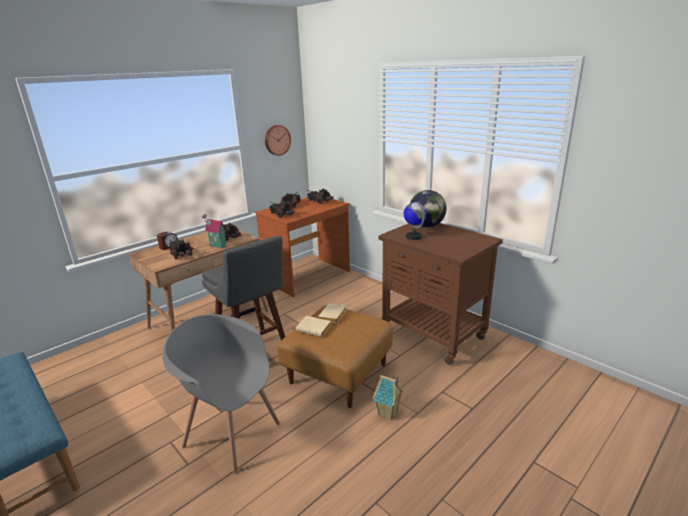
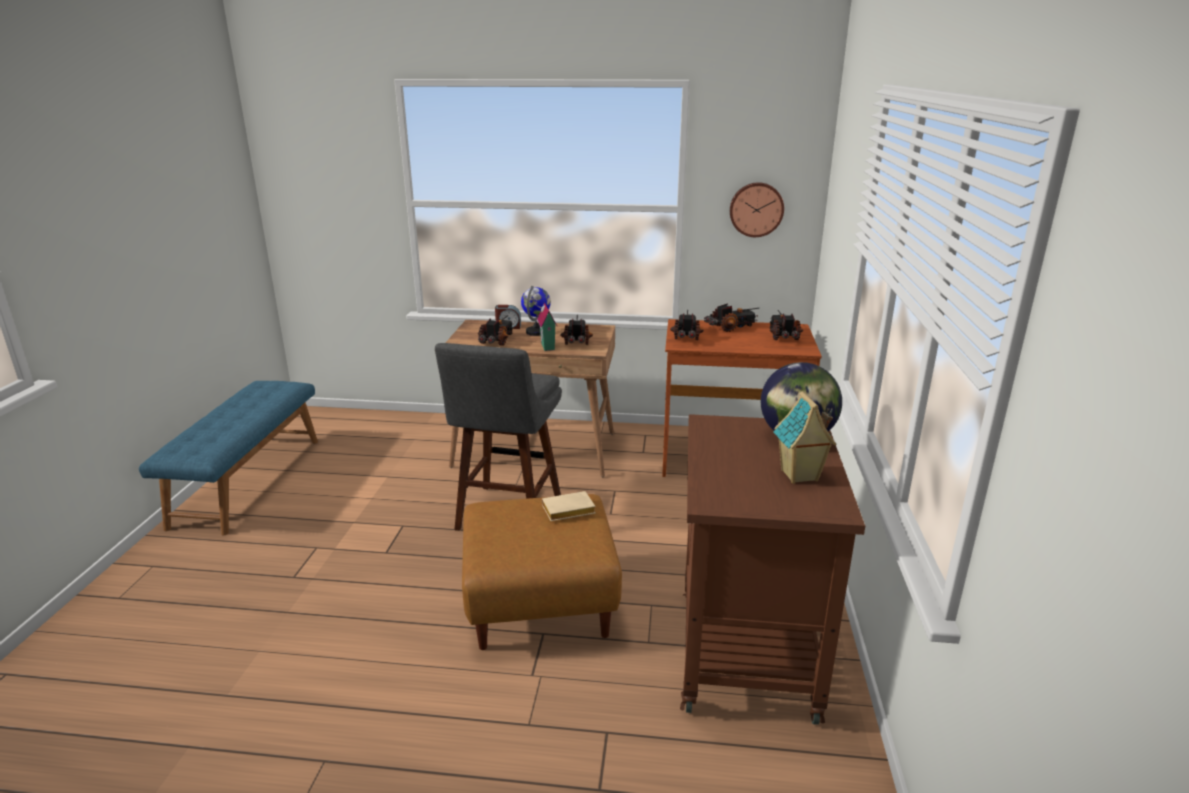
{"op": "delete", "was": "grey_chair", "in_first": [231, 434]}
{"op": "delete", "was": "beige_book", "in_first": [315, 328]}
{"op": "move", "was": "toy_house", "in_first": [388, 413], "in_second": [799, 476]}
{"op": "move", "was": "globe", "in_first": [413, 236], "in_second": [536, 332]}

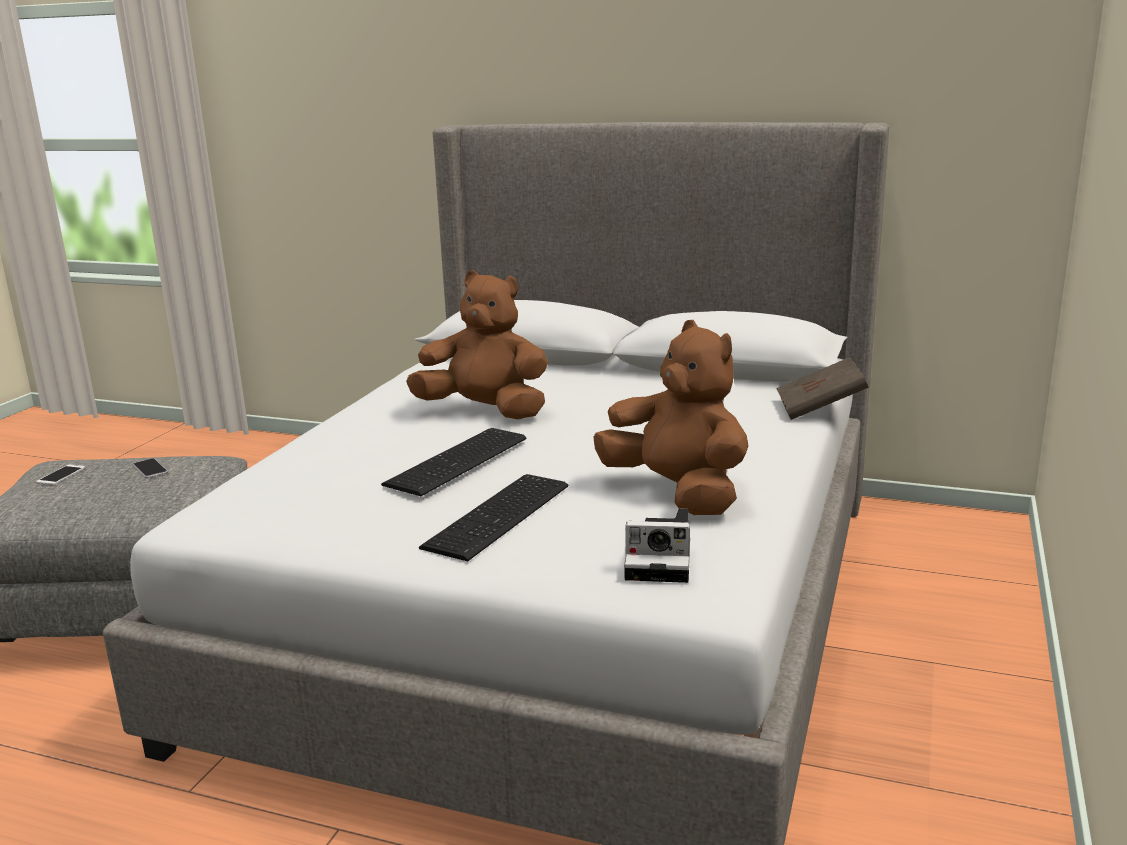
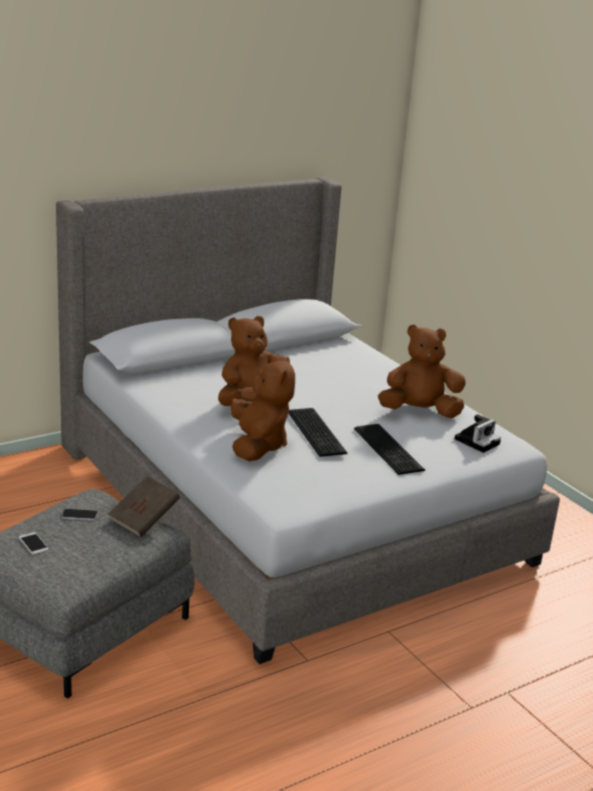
{"op": "insert", "now": "brown_plush_toy", "in_second": [257, 445]}
{"op": "move", "was": "brown_book", "in_first": [819, 409], "in_second": [144, 520]}

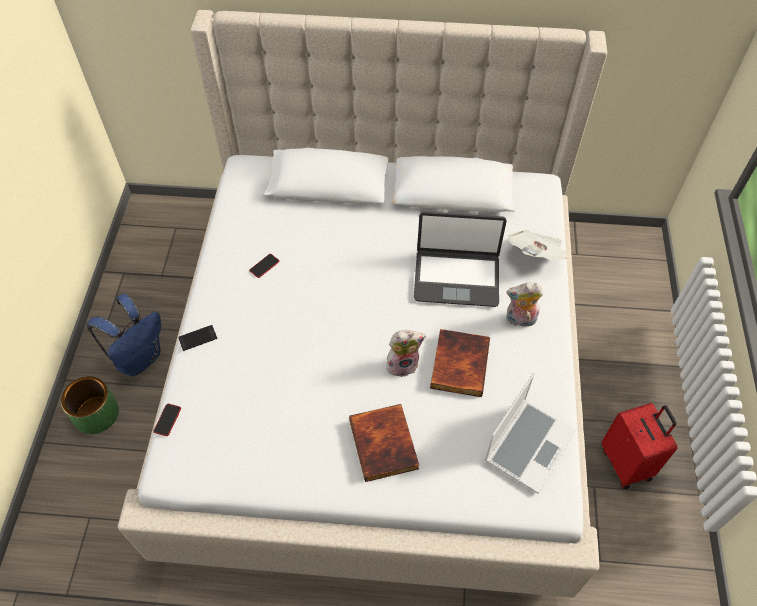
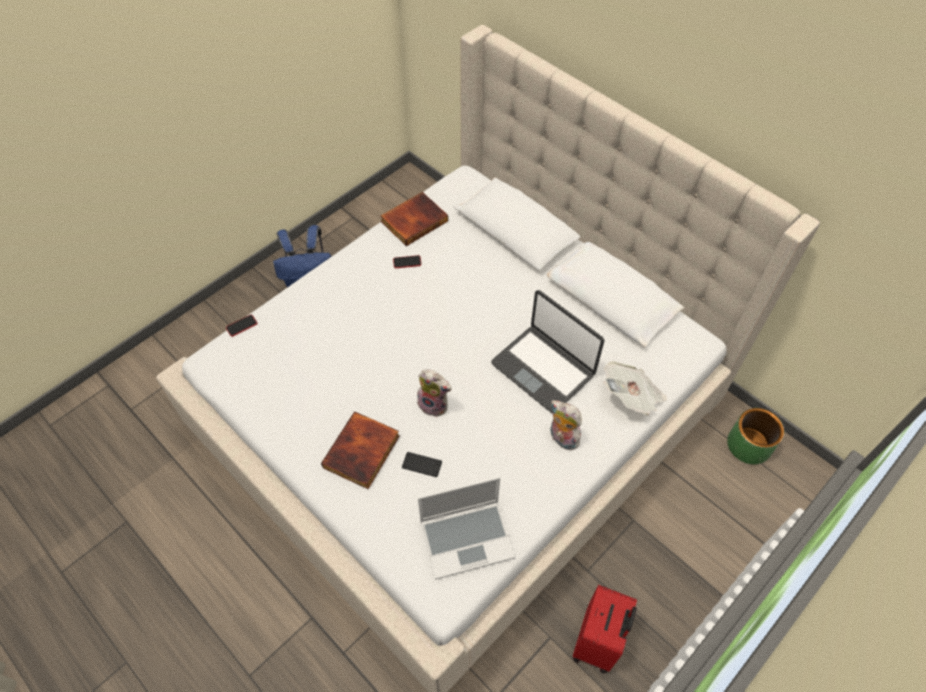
{"op": "move", "was": "green_planter", "in_first": [96, 414], "in_second": [748, 445]}
{"op": "move", "was": "phone", "in_first": [198, 338], "in_second": [422, 464]}
{"op": "move", "was": "book", "in_first": [458, 364], "in_second": [414, 220]}

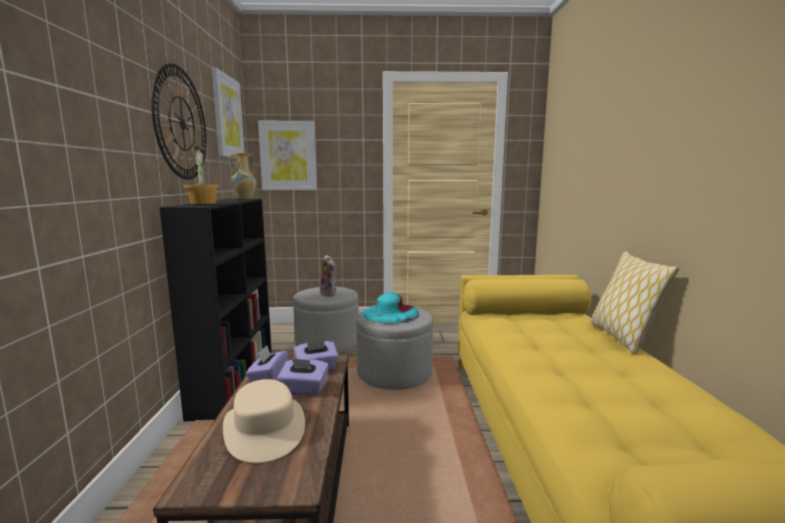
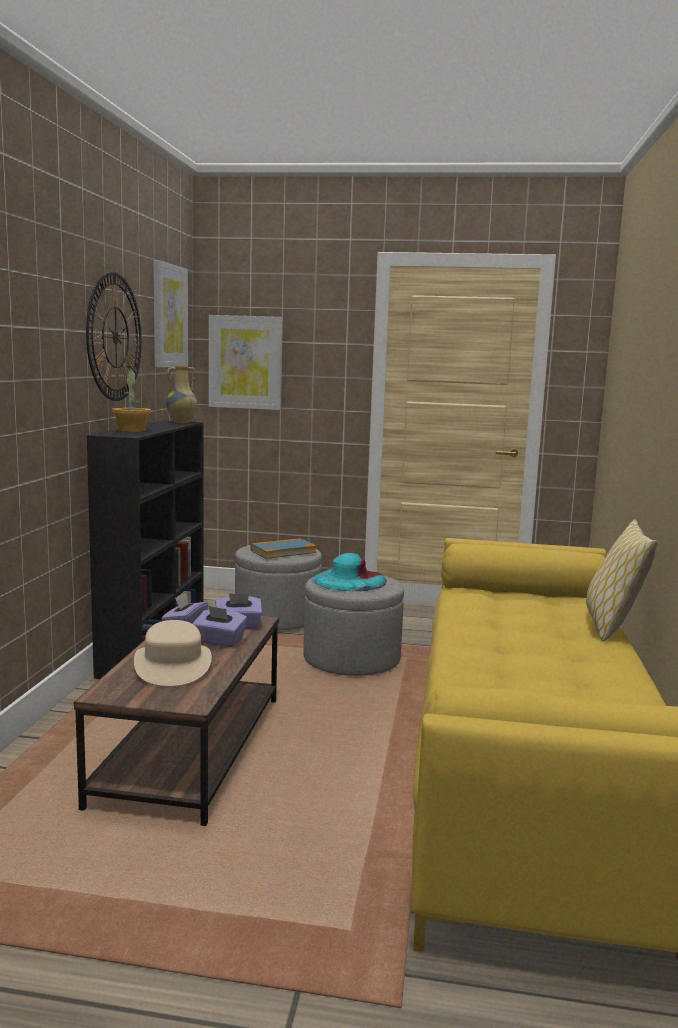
{"op": "replace", "was": "plush_toy", "now": "book", "in_first": [330, 294], "in_second": [283, 551]}

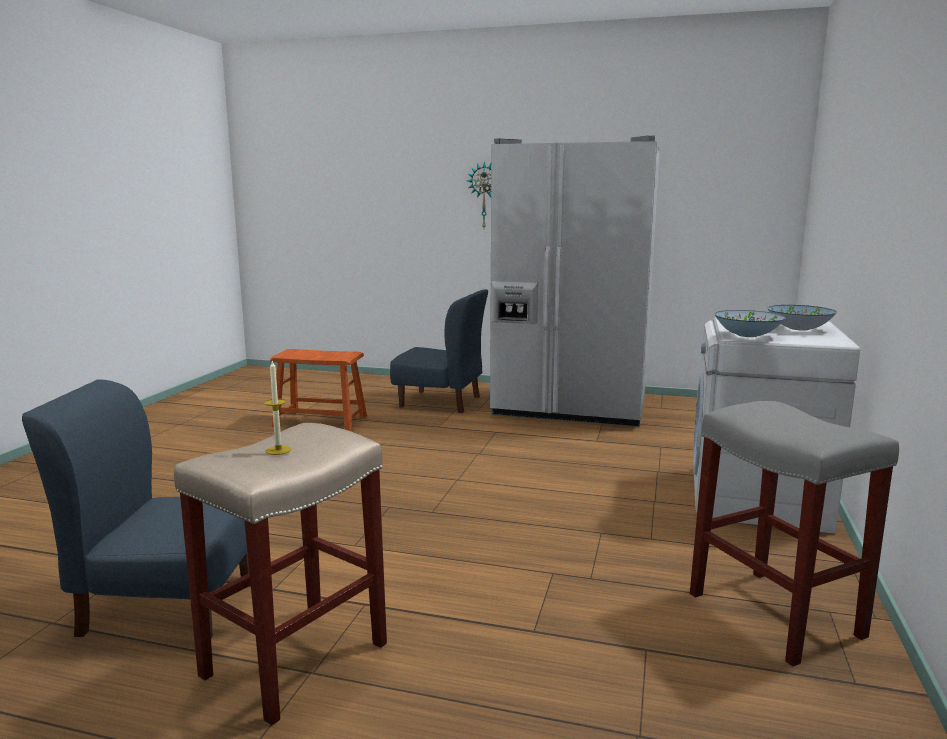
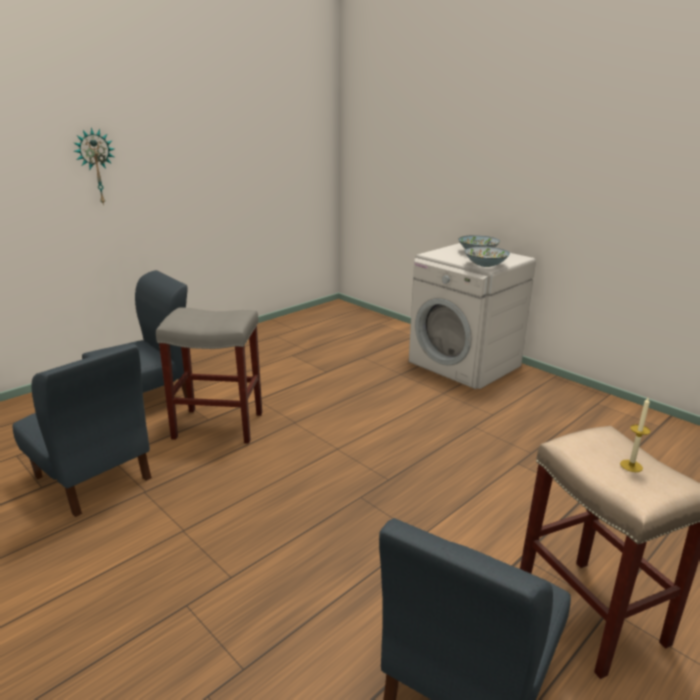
{"op": "delete", "was": "white_fridge", "in_first": [571, 406]}
{"op": "move", "was": "grey_stool", "in_first": [772, 614], "in_second": [217, 426]}
{"op": "replace", "was": "brown_stool", "now": "blue_chair", "in_first": [320, 421], "in_second": [93, 478]}

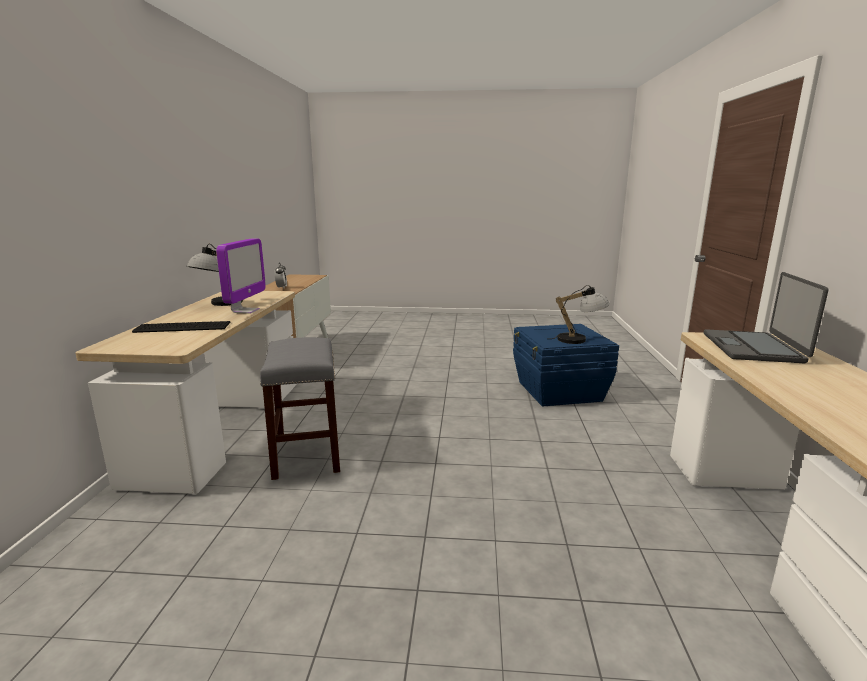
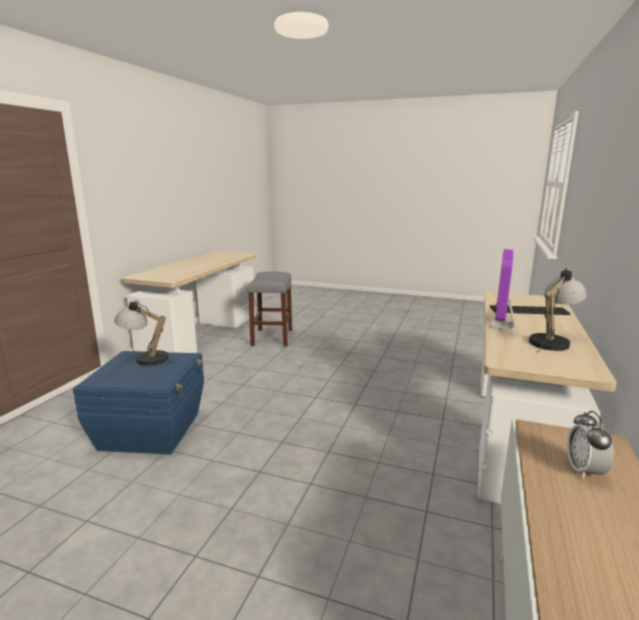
{"op": "delete", "was": "laptop", "in_first": [753, 348]}
{"op": "move", "was": "grey_stool", "in_first": [306, 453], "in_second": [272, 338]}

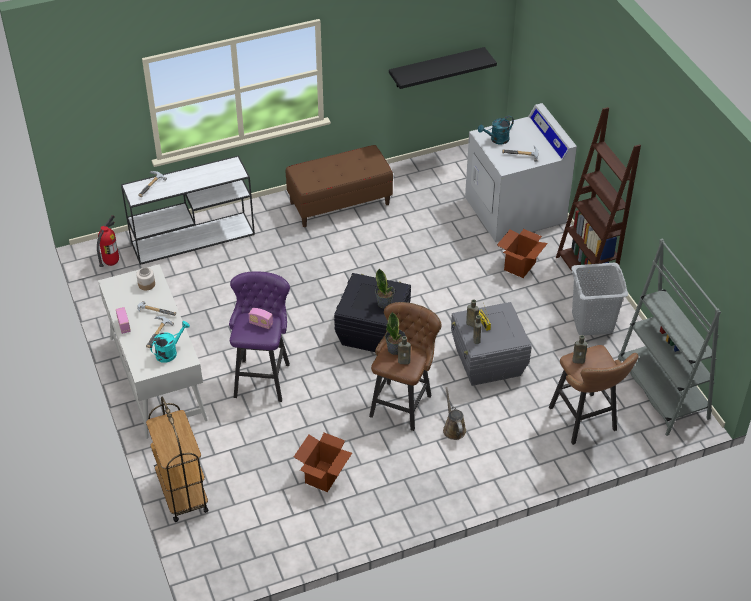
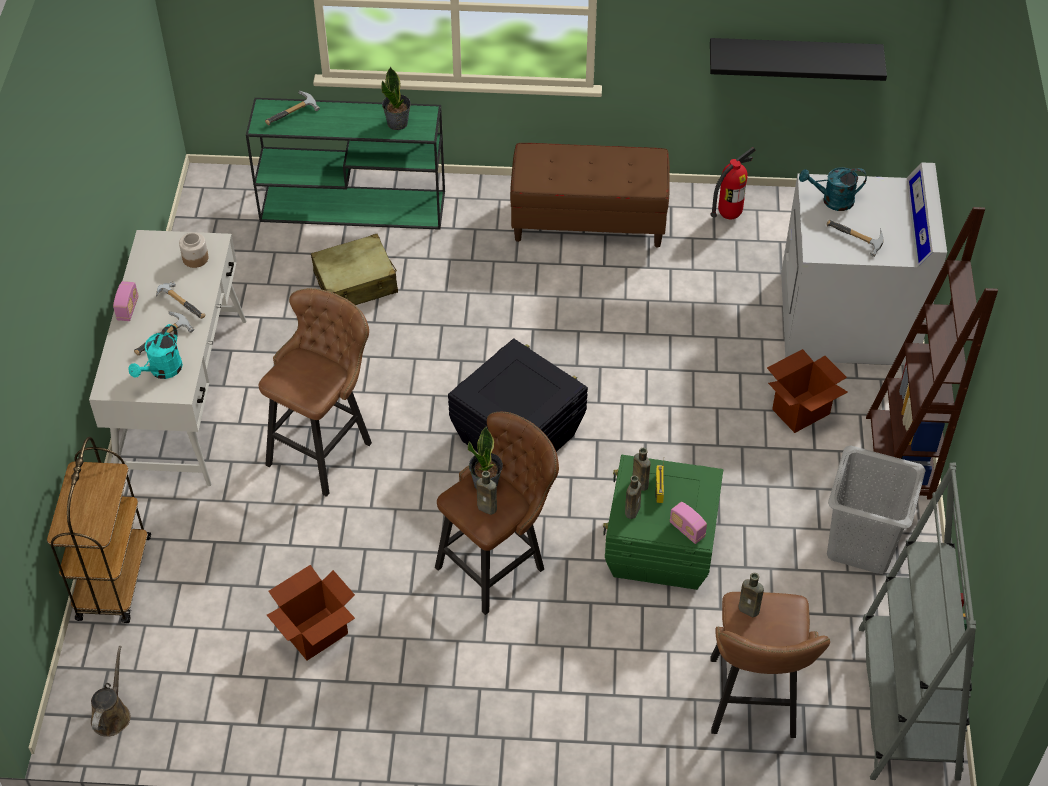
{"op": "insert", "now": "beige_suitcase", "in_second": [356, 283]}
{"op": "move", "was": "fire_extinguisher", "in_first": [111, 263], "in_second": [729, 215]}
{"op": "move", "was": "radio", "in_first": [261, 324], "in_second": [687, 530]}
{"op": "move", "was": "potted_plant", "in_first": [384, 303], "in_second": [398, 123]}
{"op": "move", "was": "brown_watering_can", "in_first": [453, 428], "in_second": [112, 714]}
{"op": "recolor", "was": "white_console_table", "now": "green_console_table", "in_first": [194, 237], "in_second": [355, 206]}
{"op": "recolor", "was": "purple_stool", "now": "brown_stool", "in_first": [263, 374], "in_second": [326, 445]}
{"op": "recolor", "was": "grey_storage_box", "now": "green_storage_box", "in_first": [487, 362], "in_second": [659, 549]}
{"op": "rotate", "was": "turquoise_watering_can", "in_first": [169, 352], "in_second": [162, 371], "clockwise": 135}

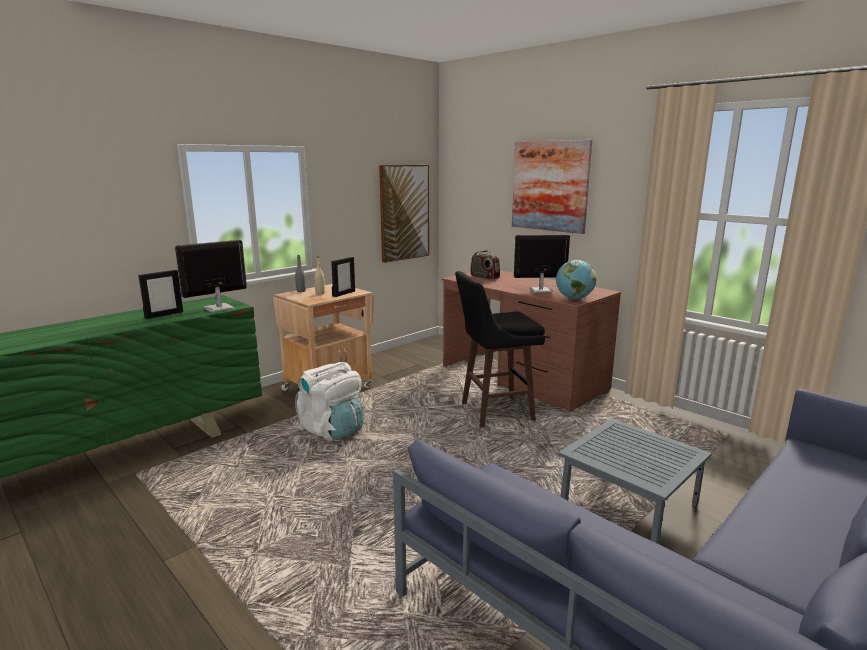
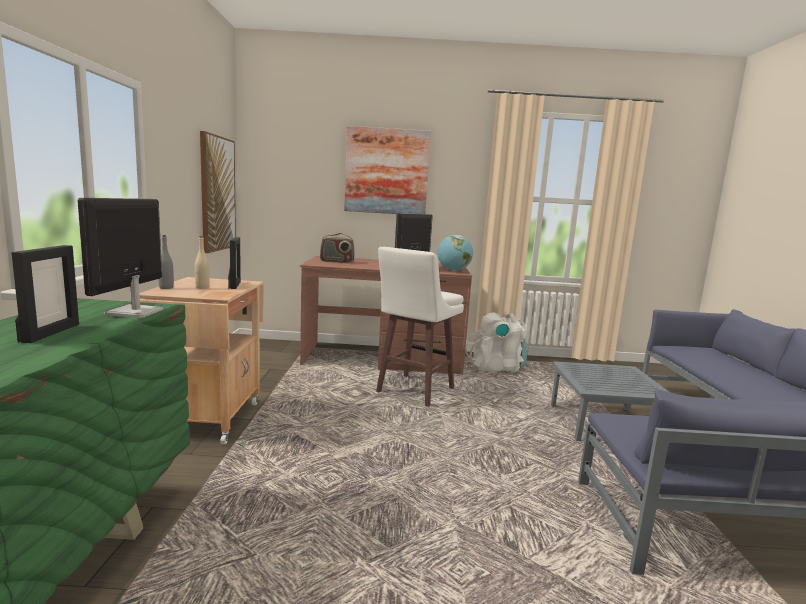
{"op": "move", "was": "white_backpack", "in_first": [332, 429], "in_second": [497, 367]}
{"op": "recolor", "was": "black_stool", "now": "white_stool", "in_first": [494, 412], "in_second": [413, 391]}

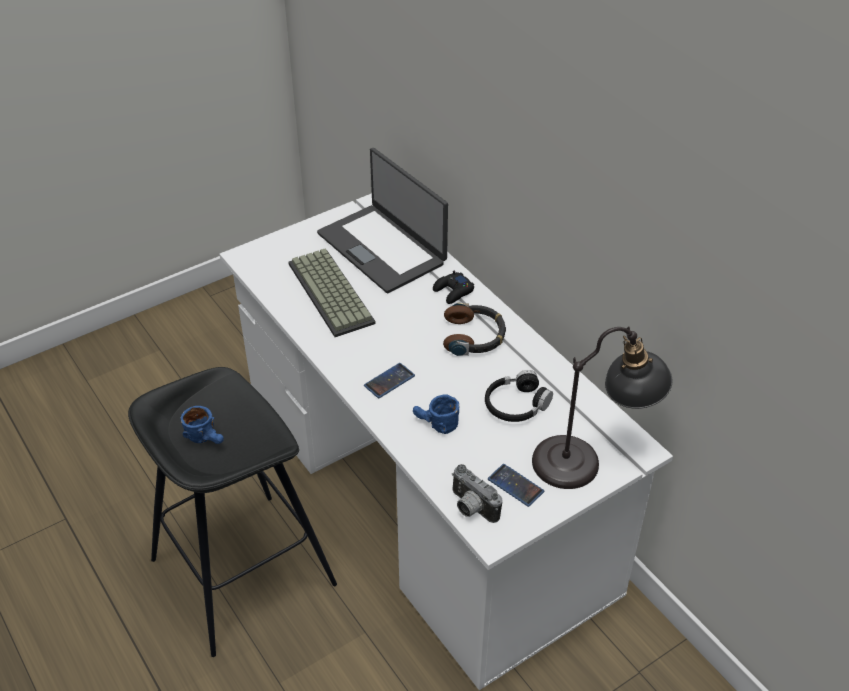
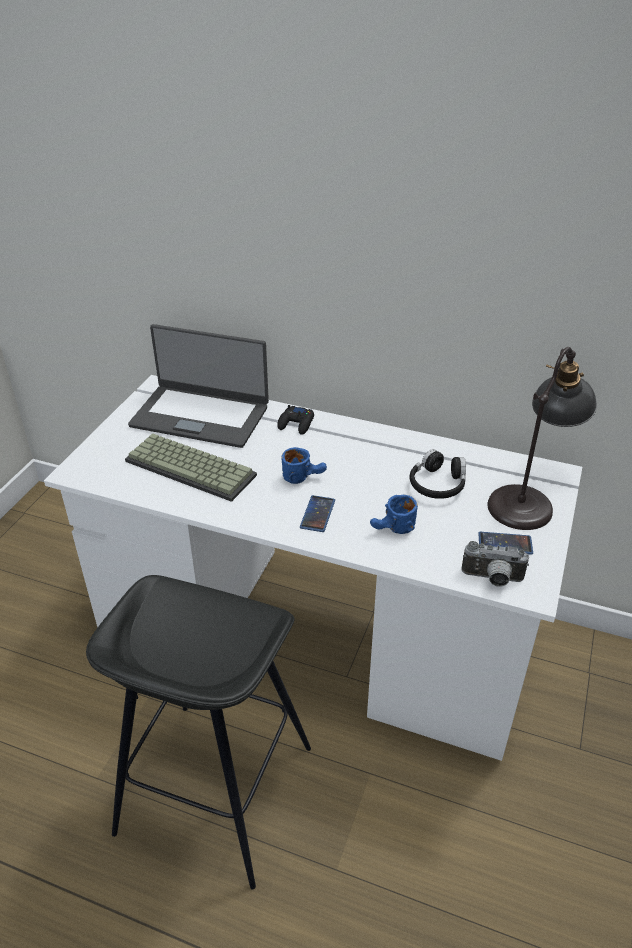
{"op": "delete", "was": "headphones", "in_first": [474, 336]}
{"op": "move", "was": "blue_mug", "in_first": [207, 438], "in_second": [304, 476]}

